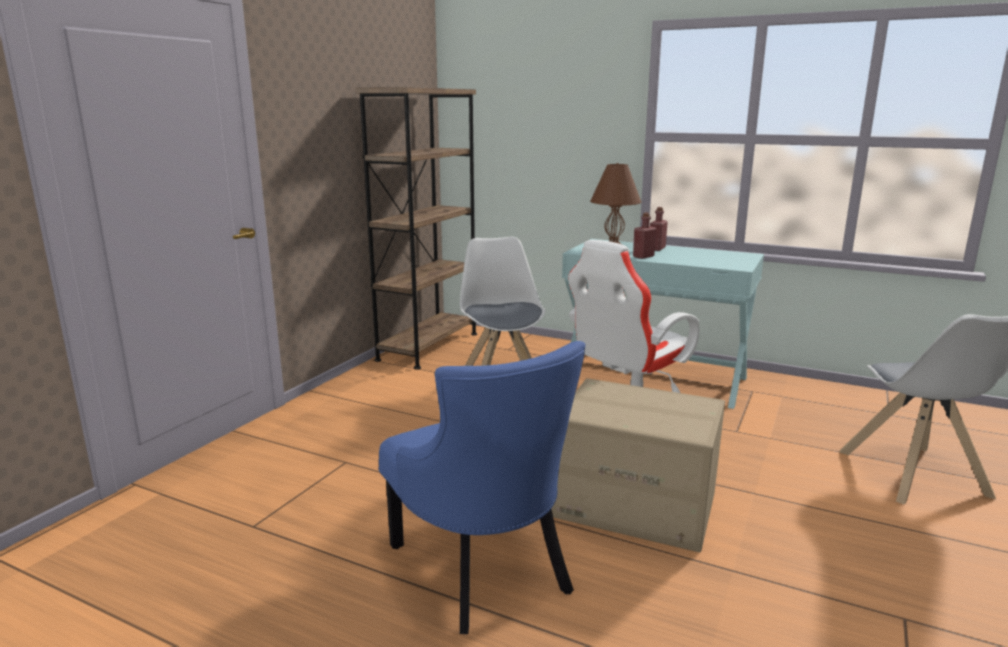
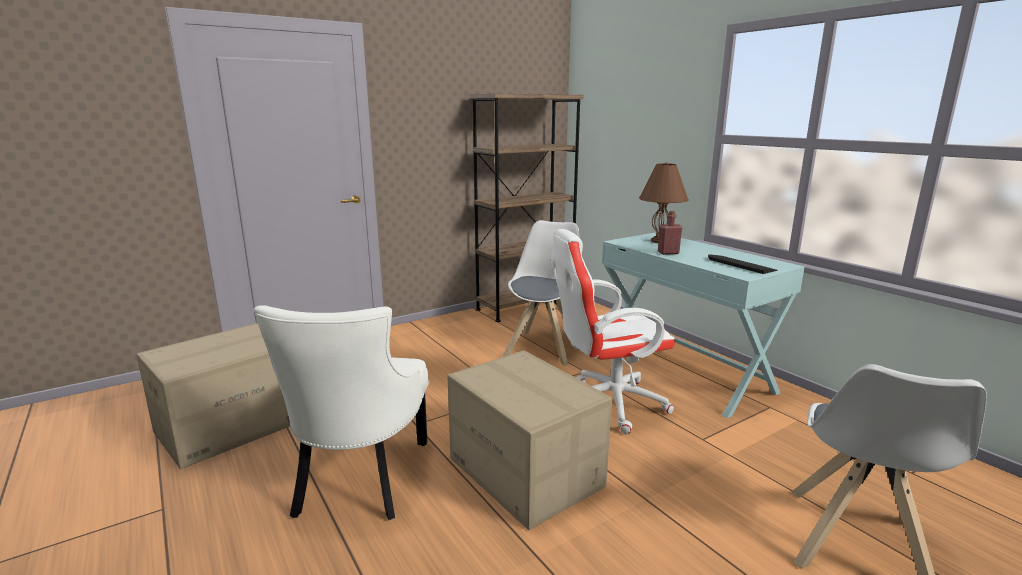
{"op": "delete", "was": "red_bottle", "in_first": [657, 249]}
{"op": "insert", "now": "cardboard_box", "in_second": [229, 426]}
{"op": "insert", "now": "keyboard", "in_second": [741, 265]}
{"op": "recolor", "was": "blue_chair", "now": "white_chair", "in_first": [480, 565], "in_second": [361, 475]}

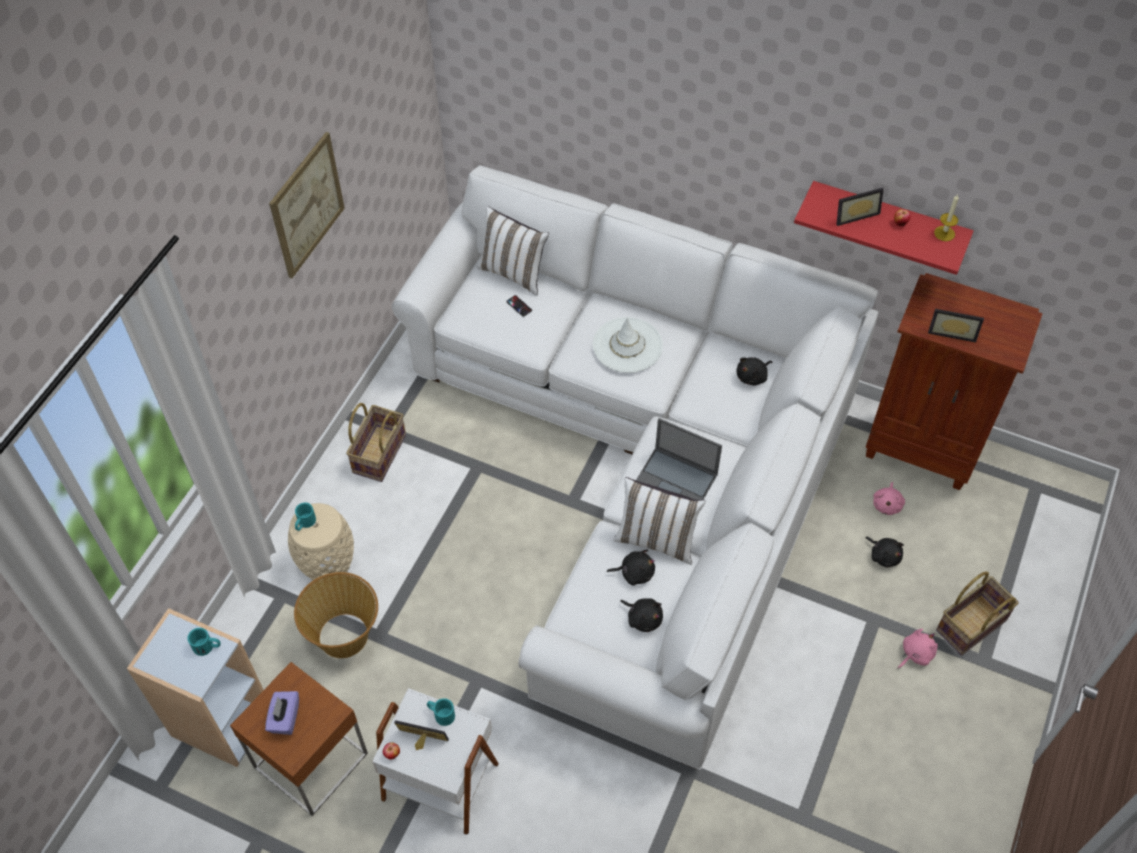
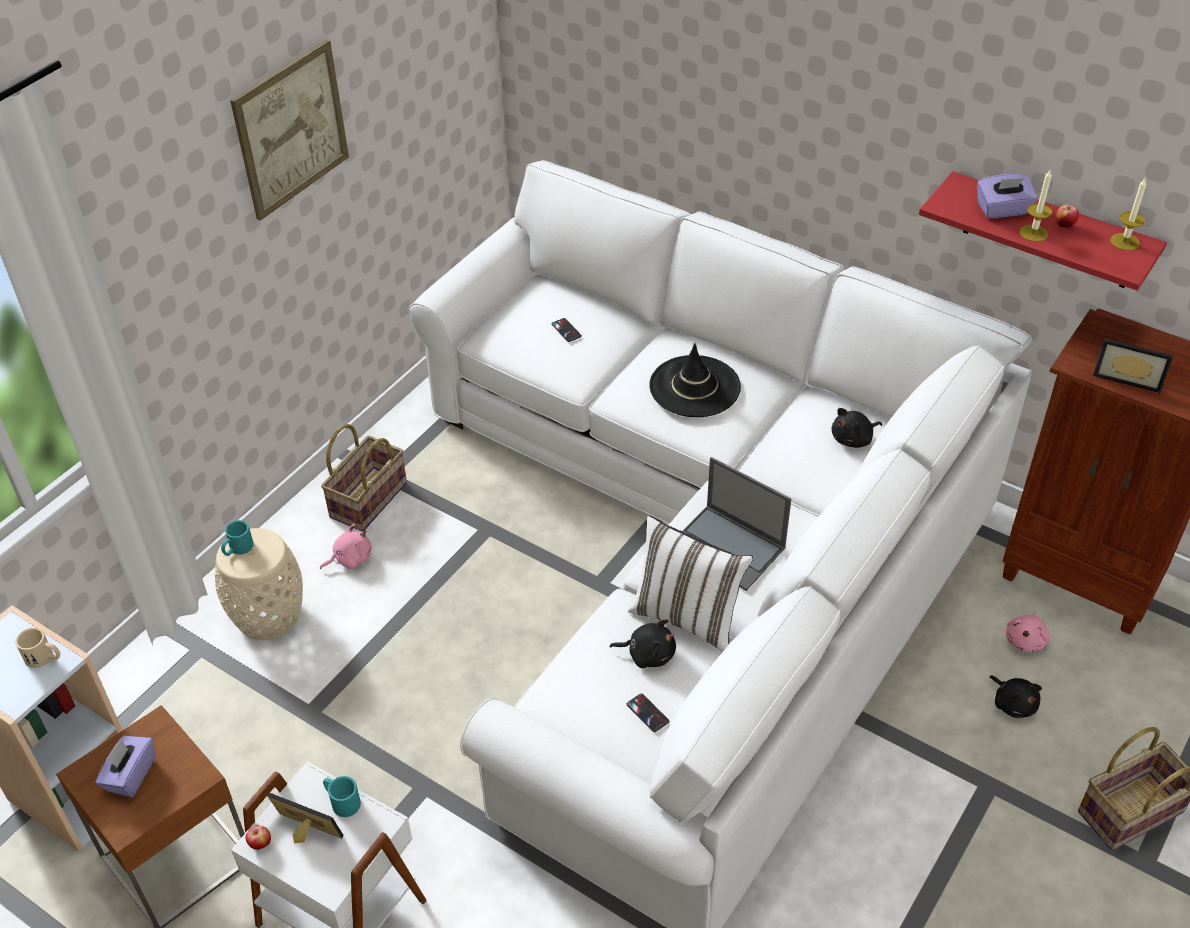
{"op": "delete", "was": "basket", "in_first": [344, 635]}
{"op": "delete", "was": "white_pillow", "in_first": [514, 273]}
{"op": "insert", "now": "candle", "in_second": [1033, 233]}
{"op": "move", "was": "pink_plush_toy", "in_first": [915, 654], "in_second": [350, 558]}
{"op": "replace", "was": "black_plush_toy", "now": "phone", "in_first": [643, 618], "in_second": [647, 713]}
{"op": "replace", "was": "picture_frame", "now": "purple_tissue_box", "in_first": [854, 214], "in_second": [1003, 210]}
{"op": "recolor", "was": "turquoise_mug", "now": "beige_mug", "in_first": [207, 646], "in_second": [44, 658]}
{"op": "recolor", "was": "white_hat", "now": "black_hat", "in_first": [627, 345], "in_second": [694, 387]}

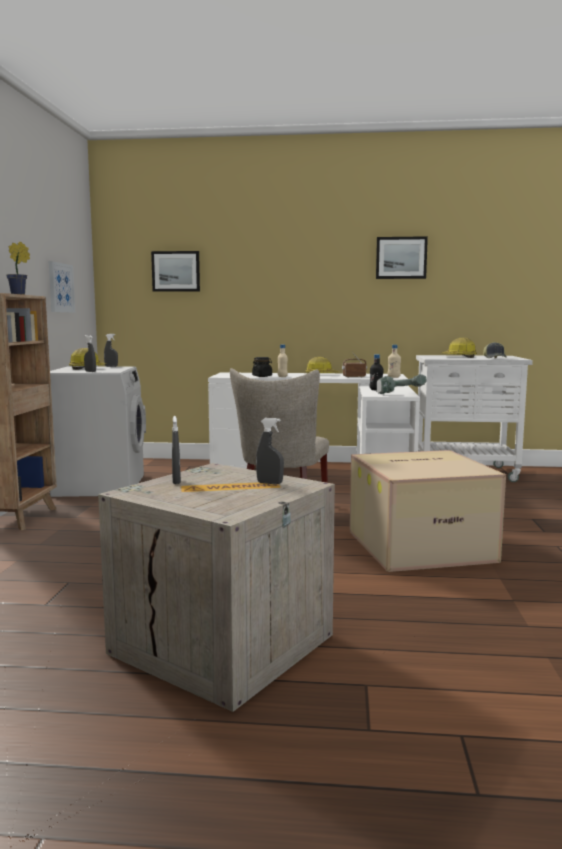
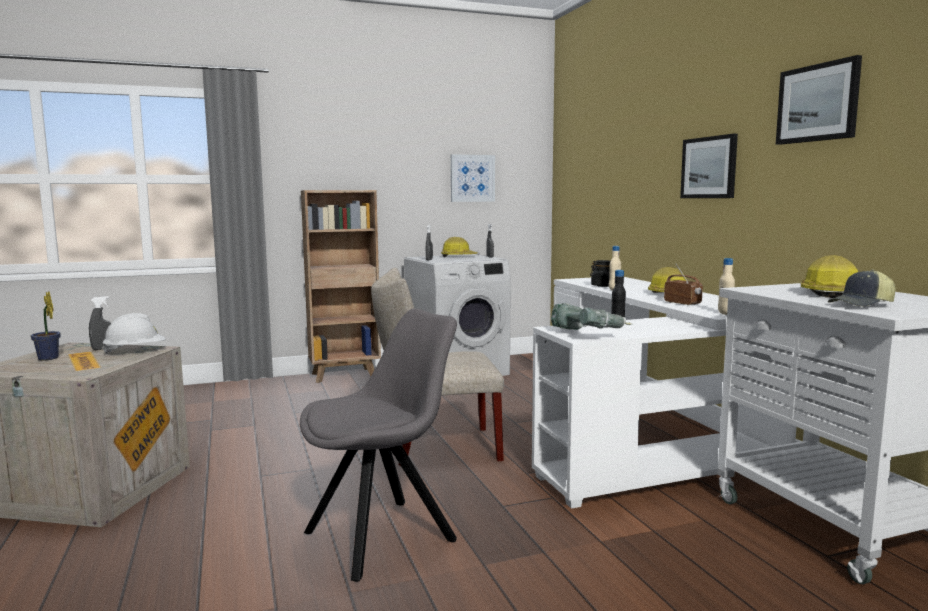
{"op": "delete", "was": "grey_spray_bottle", "in_first": [269, 483]}
{"op": "insert", "now": "white_hard_hat", "in_second": [135, 351]}
{"op": "move", "was": "potted_plant", "in_first": [20, 294], "in_second": [48, 359]}
{"op": "move", "was": "picture", "in_first": [176, 271], "in_second": [709, 167]}
{"op": "replace", "was": "cardboard_box", "now": "grey_chair", "in_first": [421, 545], "in_second": [382, 536]}

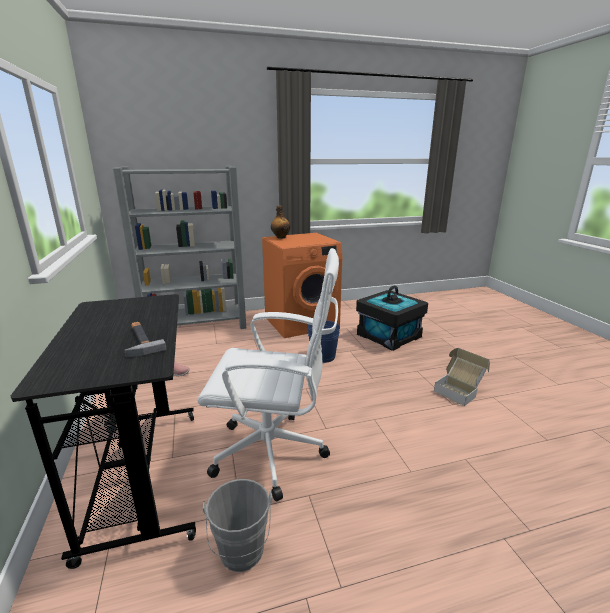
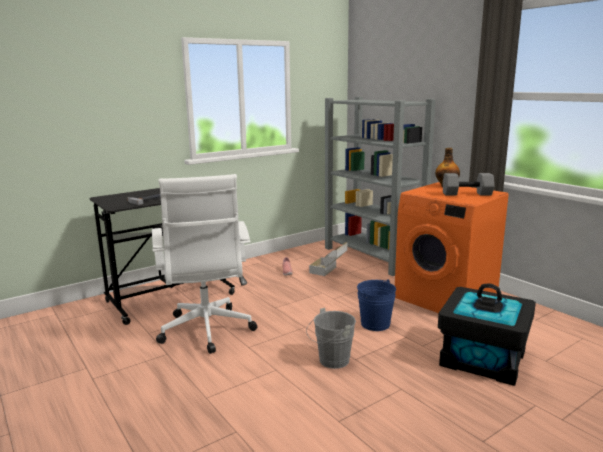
{"op": "insert", "now": "grey_dumbbell", "in_second": [466, 194]}
{"op": "move", "was": "grey_bucket", "in_first": [242, 555], "in_second": [331, 361]}
{"op": "move", "was": "cardboard_box", "in_first": [459, 391], "in_second": [329, 271]}

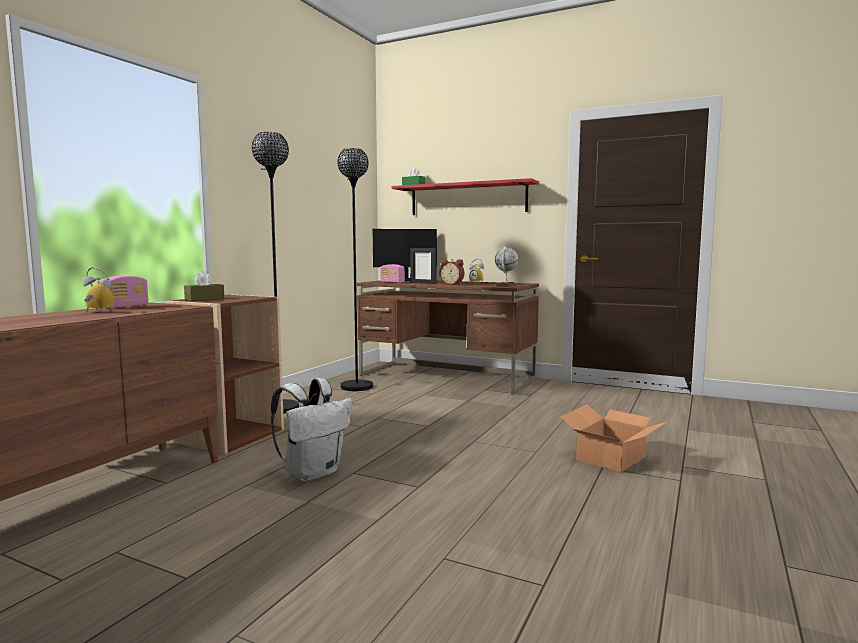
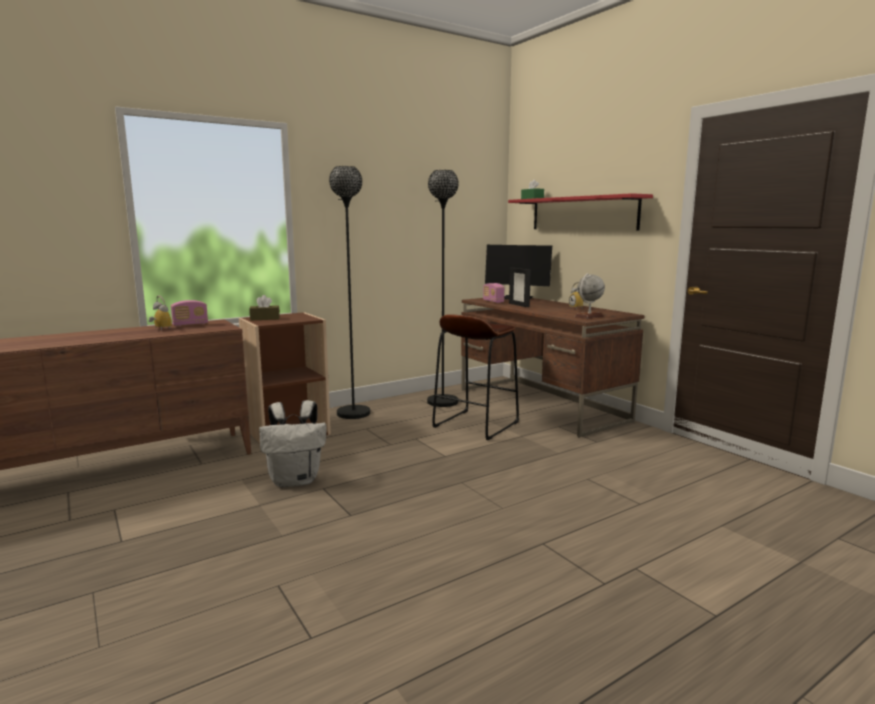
{"op": "delete", "was": "alarm_clock", "in_first": [452, 284]}
{"op": "delete", "was": "cardboard_box", "in_first": [610, 457]}
{"op": "insert", "now": "brown_stool", "in_second": [475, 424]}

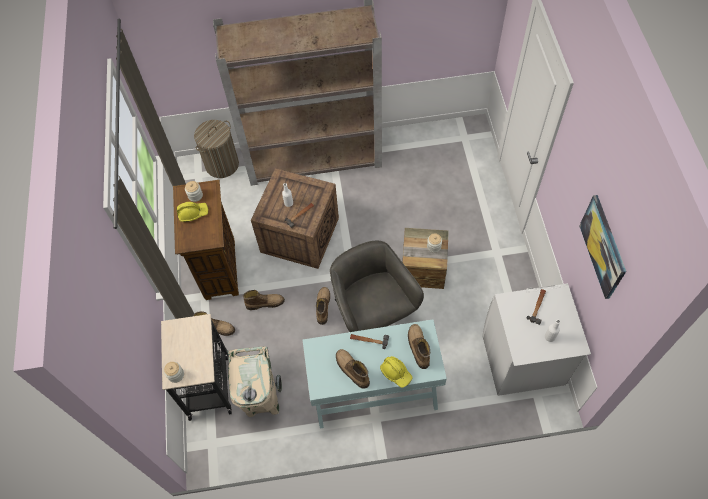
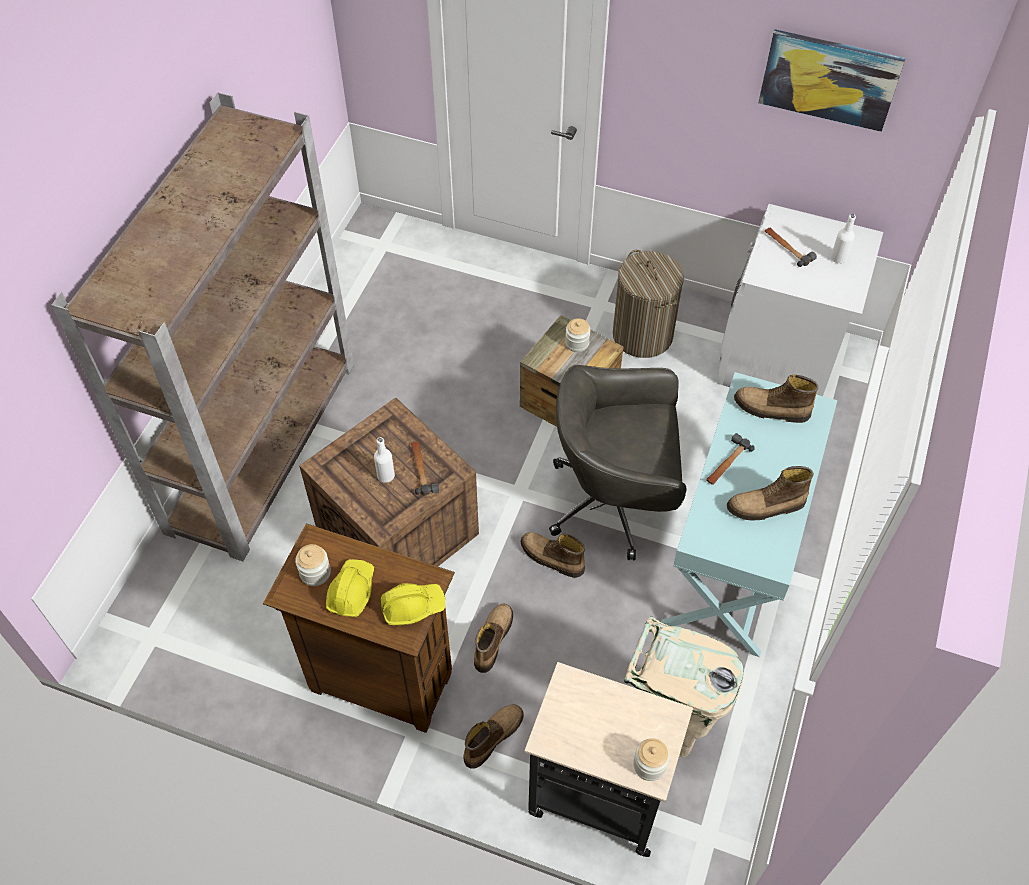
{"op": "move", "was": "laundry_basket", "in_first": [222, 165], "in_second": [642, 335]}
{"op": "move", "was": "yellow_hard_hat", "in_first": [396, 373], "in_second": [412, 606]}

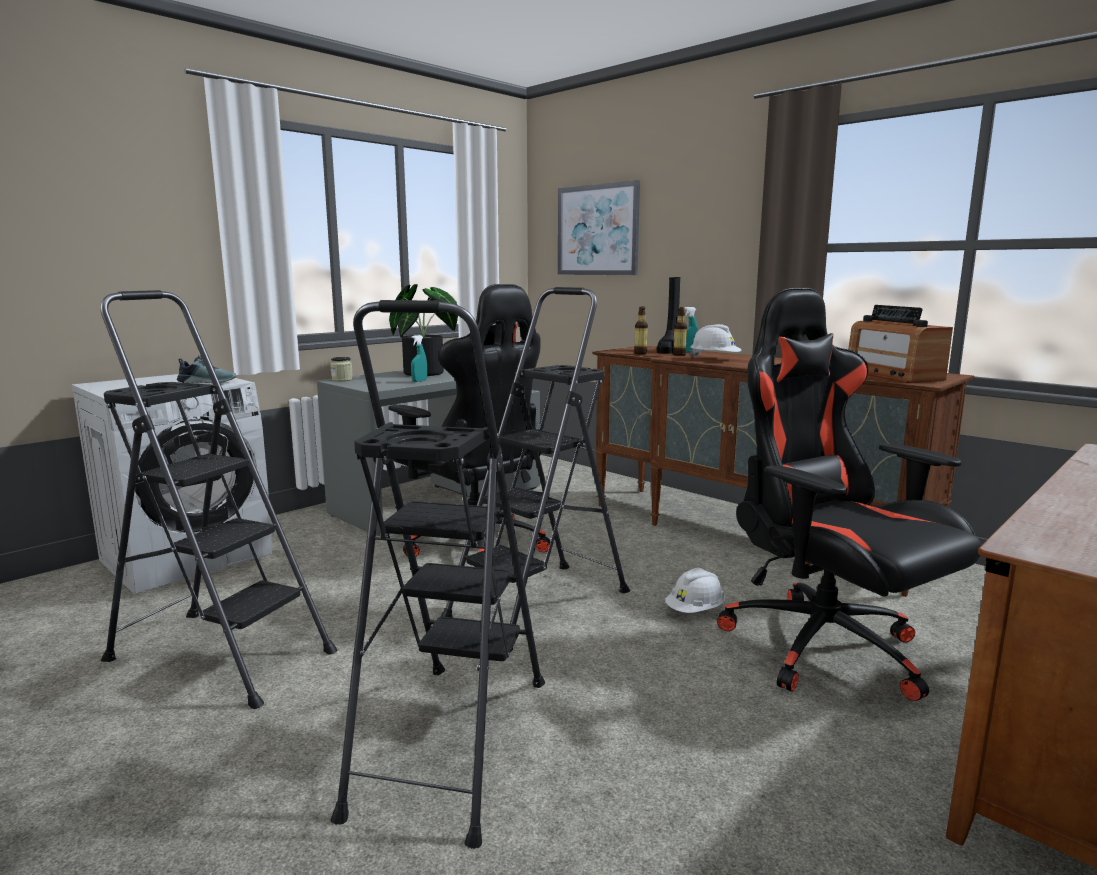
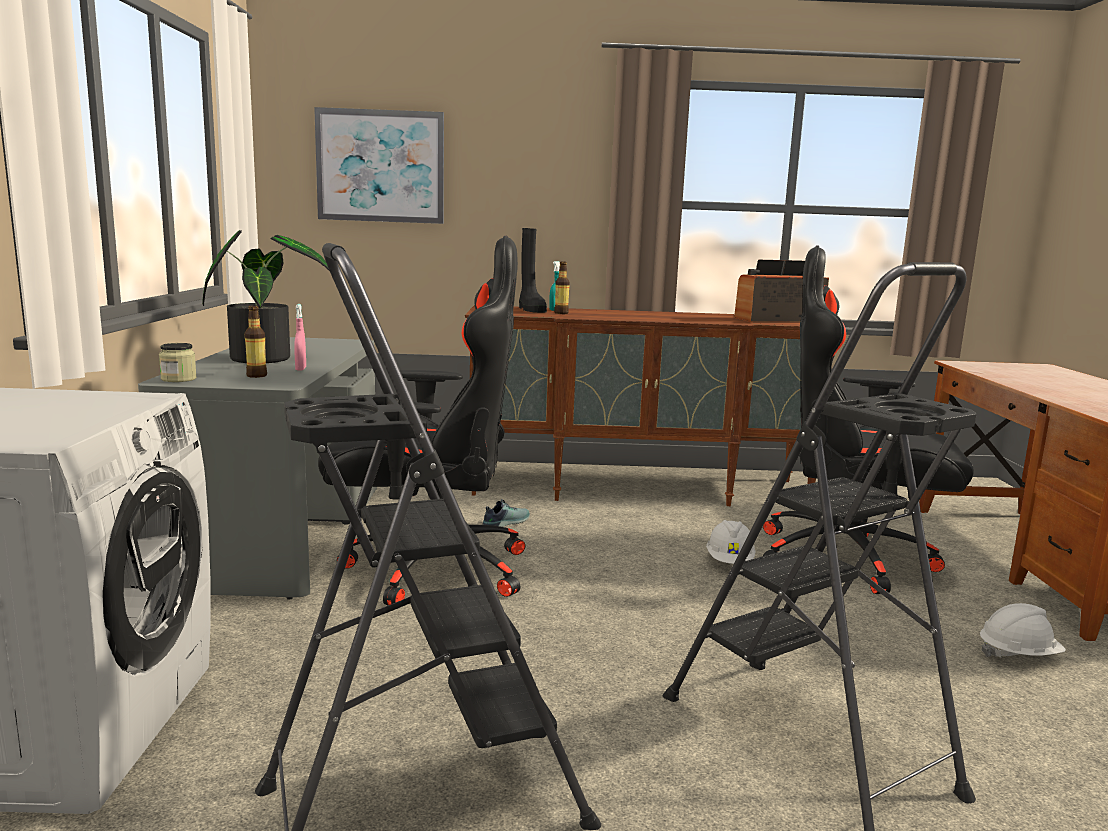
{"op": "delete", "was": "step_ladder", "in_first": [541, 603]}
{"op": "move", "was": "shoe", "in_first": [208, 382], "in_second": [504, 523]}
{"op": "move", "was": "bottle", "in_first": [640, 353], "in_second": [256, 376]}
{"op": "move", "was": "white_hard_hat", "in_first": [714, 359], "in_second": [1018, 655]}
{"op": "recolor", "was": "turquoise_spray_bottle", "now": "pink_spray_bottle", "in_first": [419, 381], "in_second": [300, 369]}
{"op": "rotate", "was": "radio", "in_first": [892, 375], "in_second": [778, 320], "clockwise": 135}

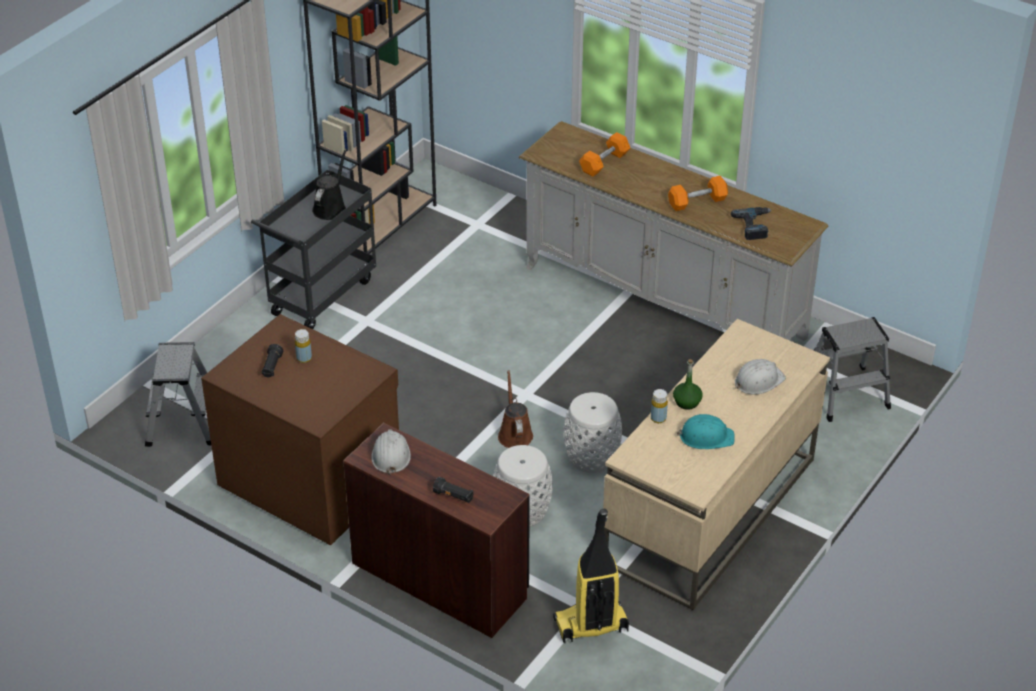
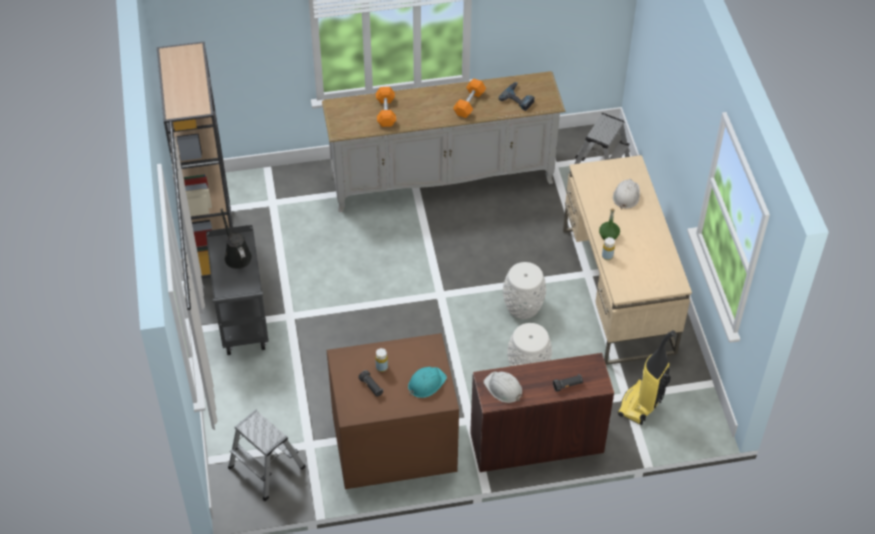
{"op": "delete", "was": "brown_watering_can", "in_first": [514, 434]}
{"op": "move", "was": "turquoise_hard_hat", "in_first": [706, 437], "in_second": [426, 383]}

